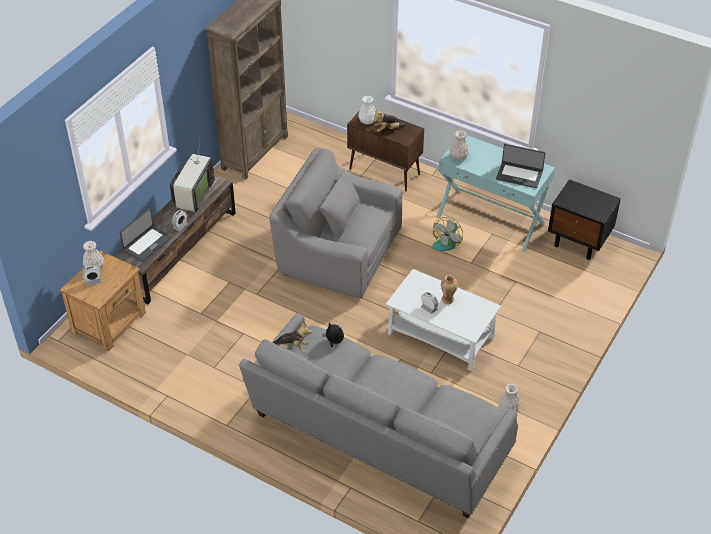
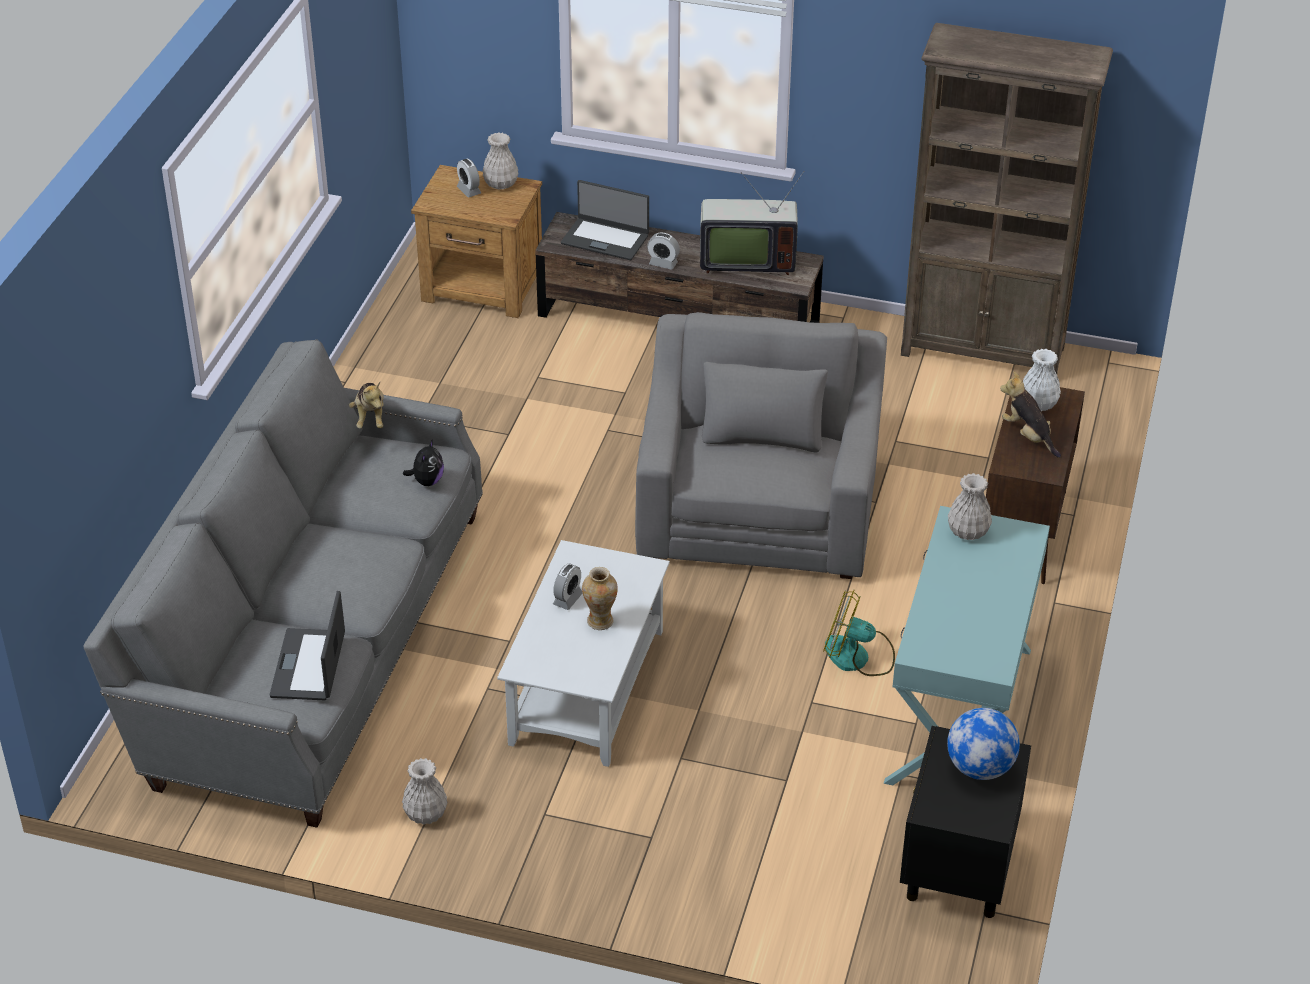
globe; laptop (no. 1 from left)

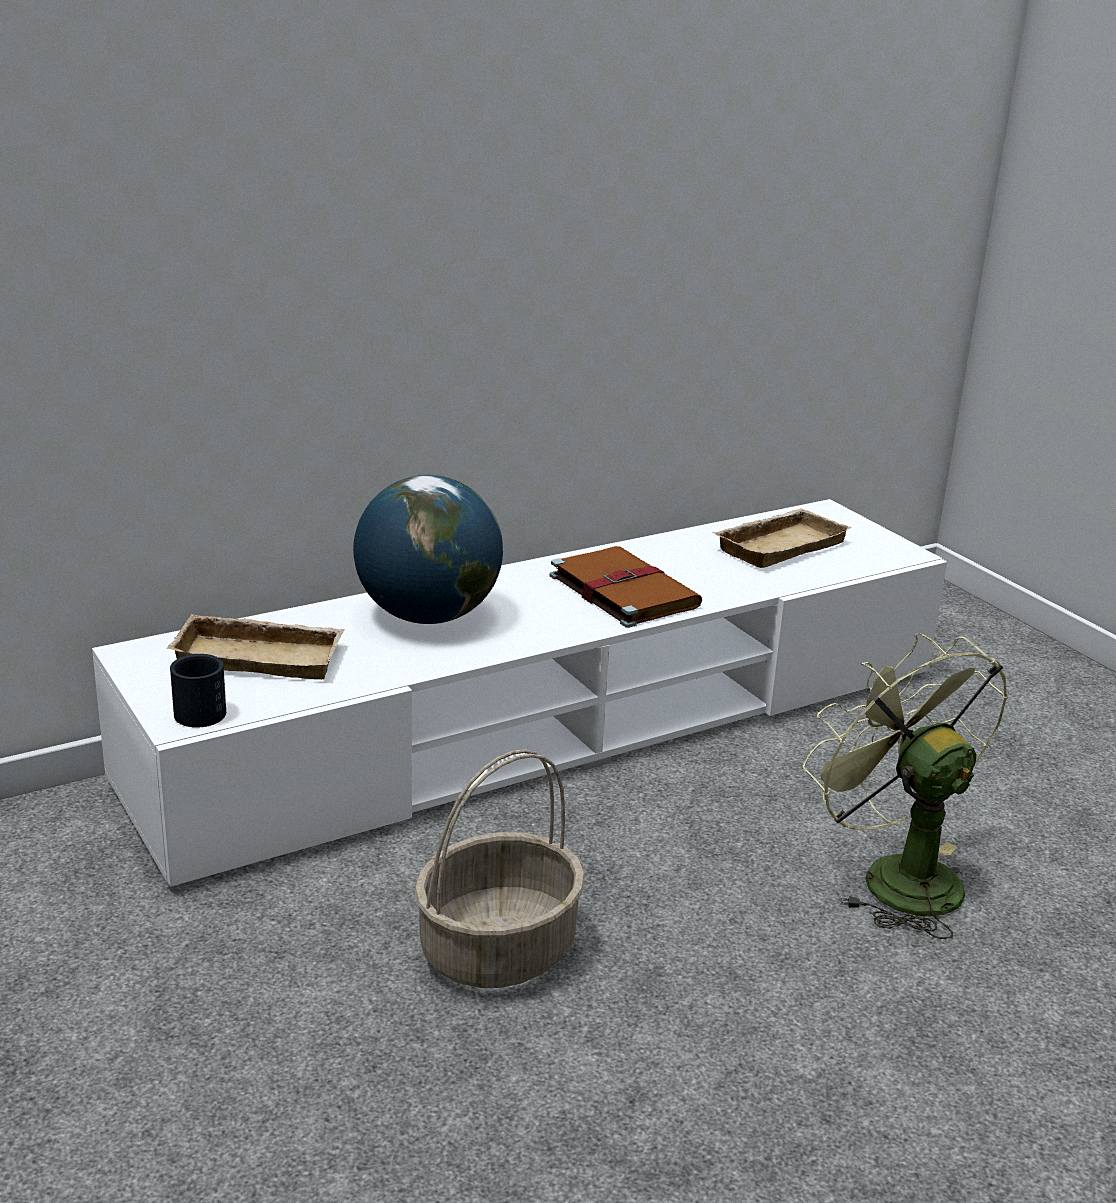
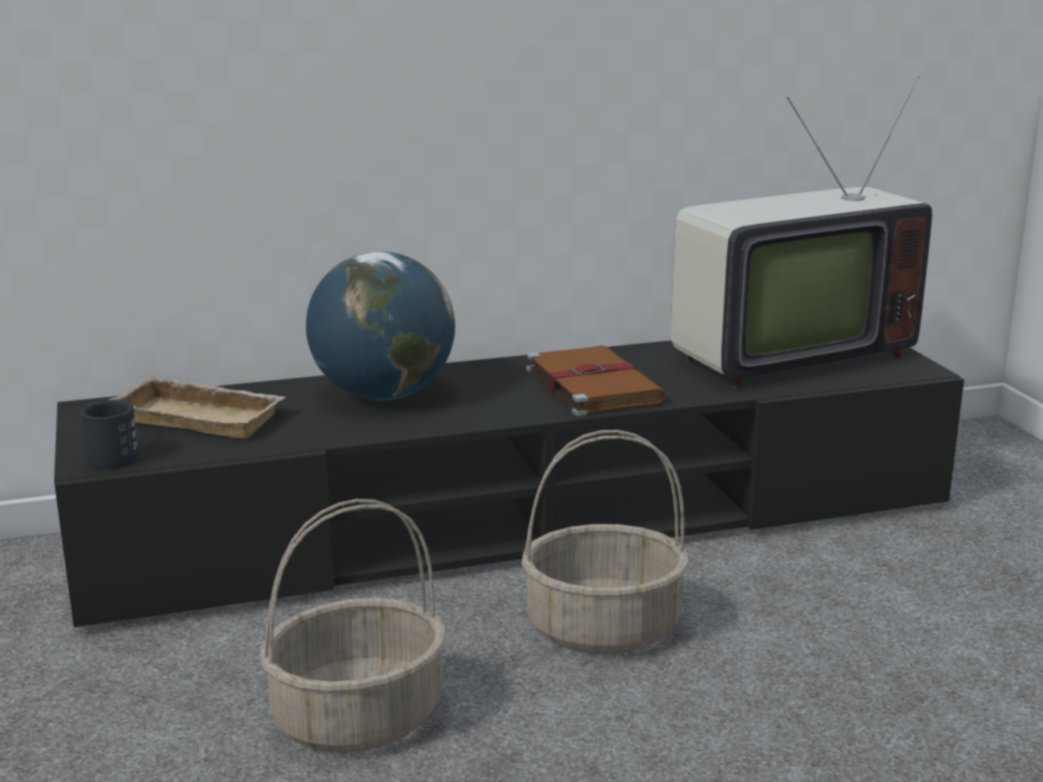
green fan; basket (no. 2 from left); television; black tv stand

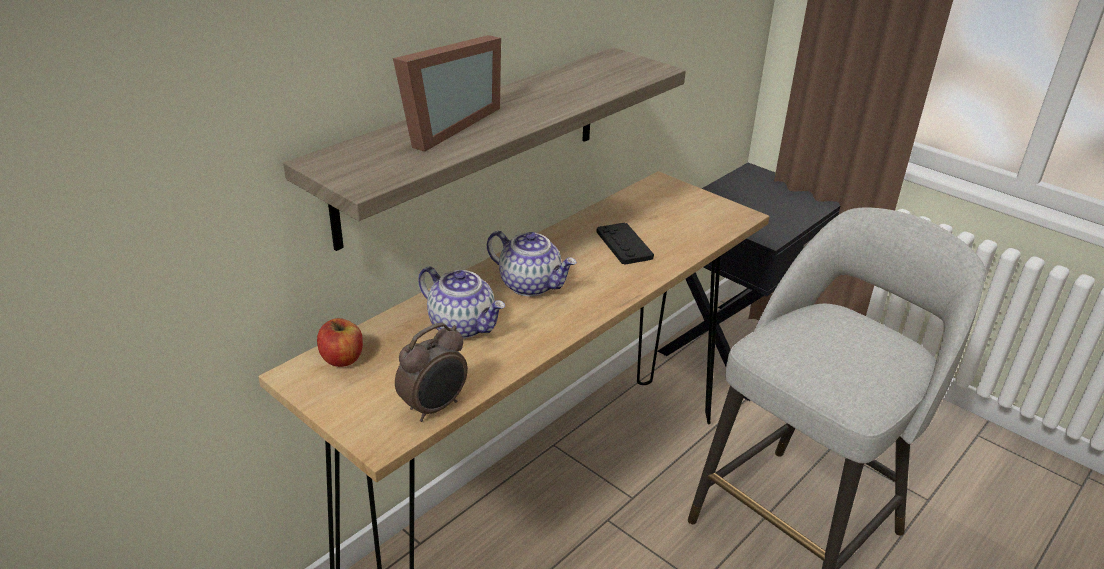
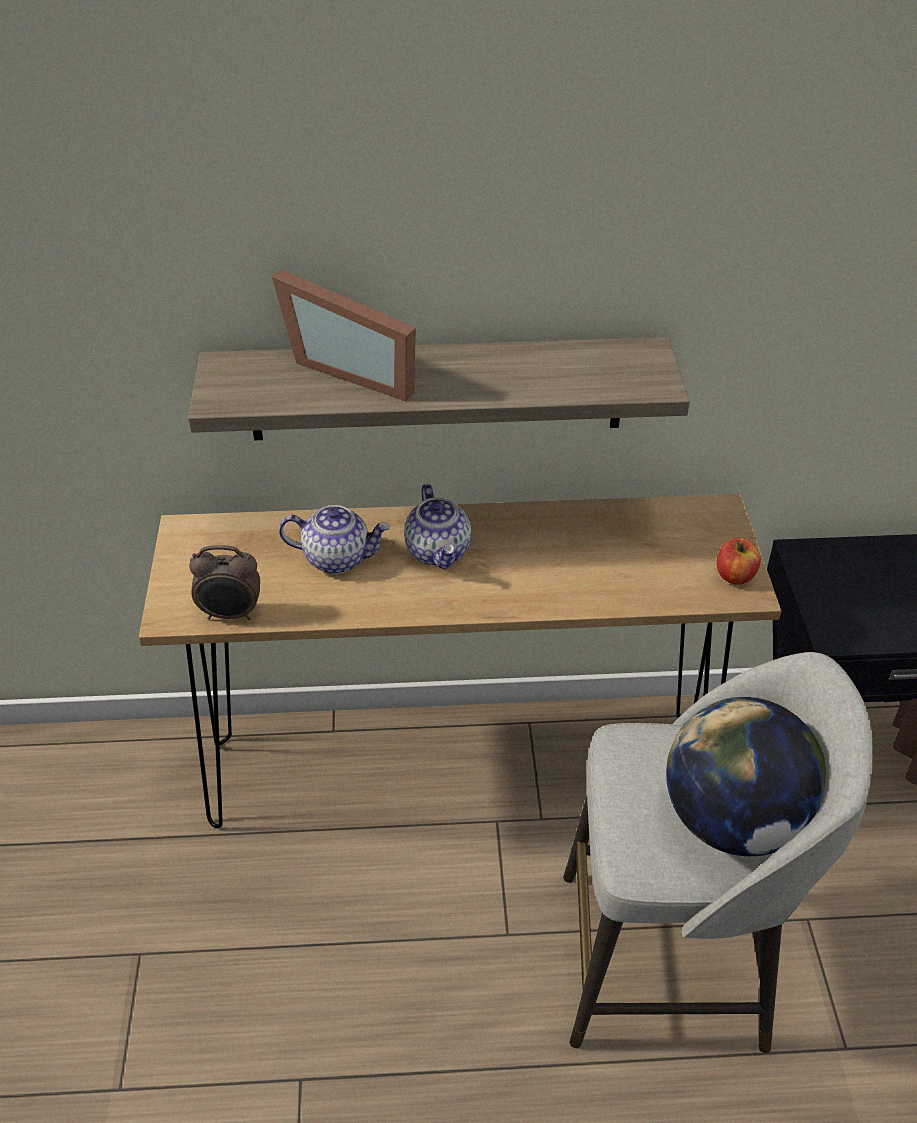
black game controller; globe; apple; picture frame; teapot (no. 1 from left)

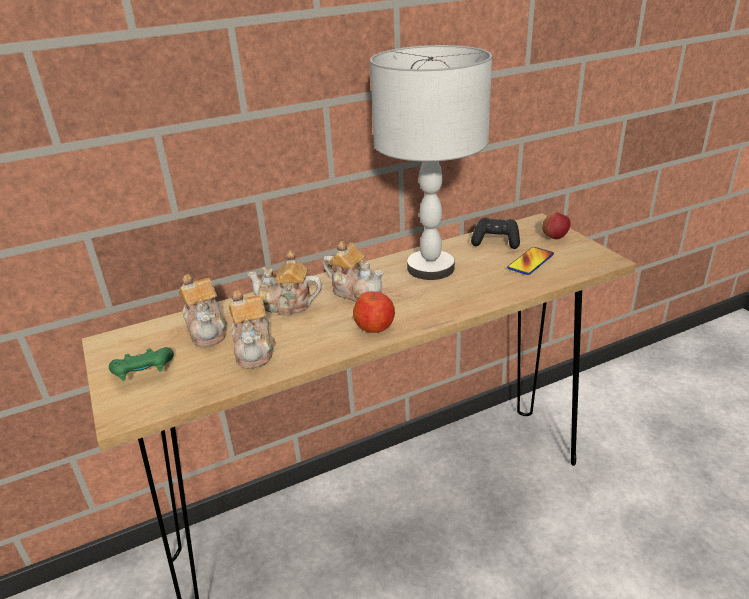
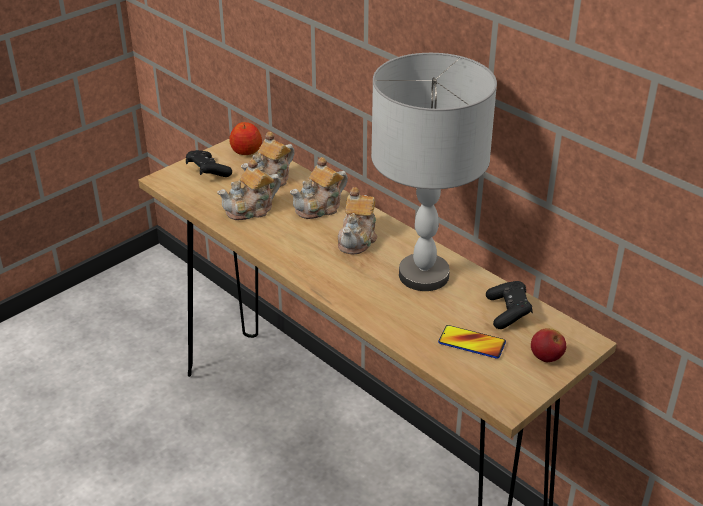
apple (no. 1 from left); black game controller (no. 1 from left); teapot (no. 3 from left)

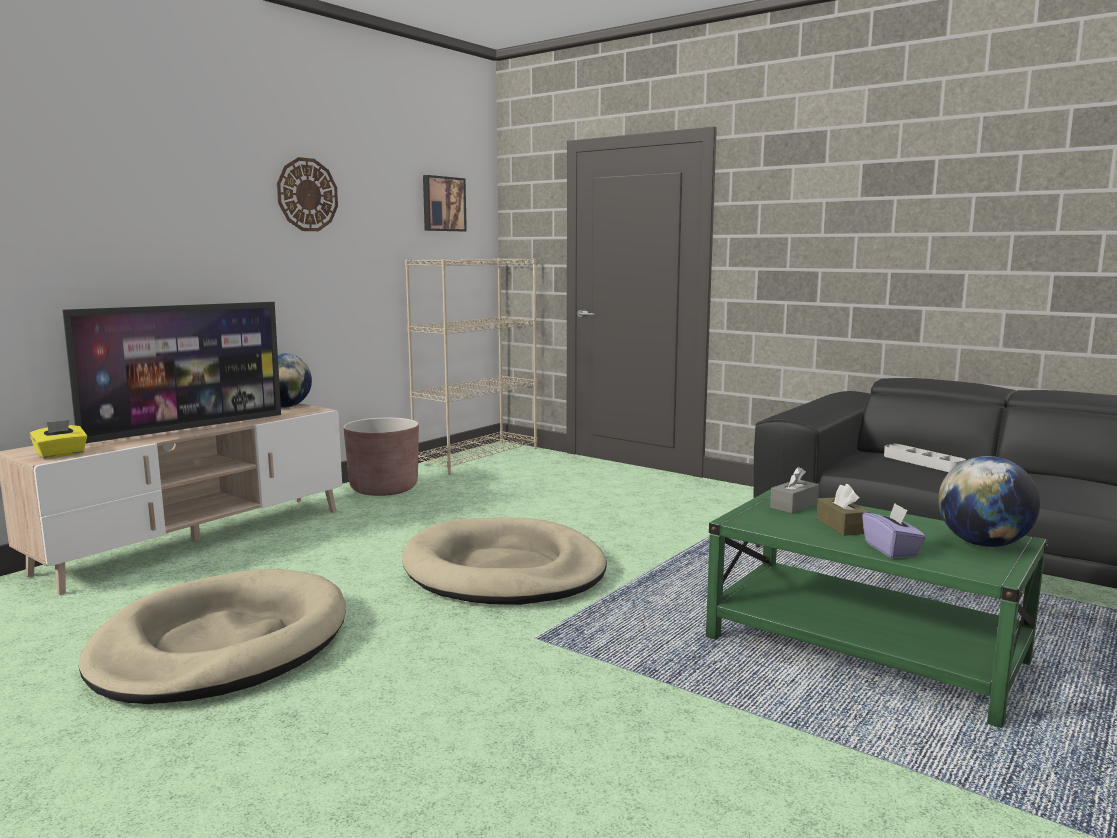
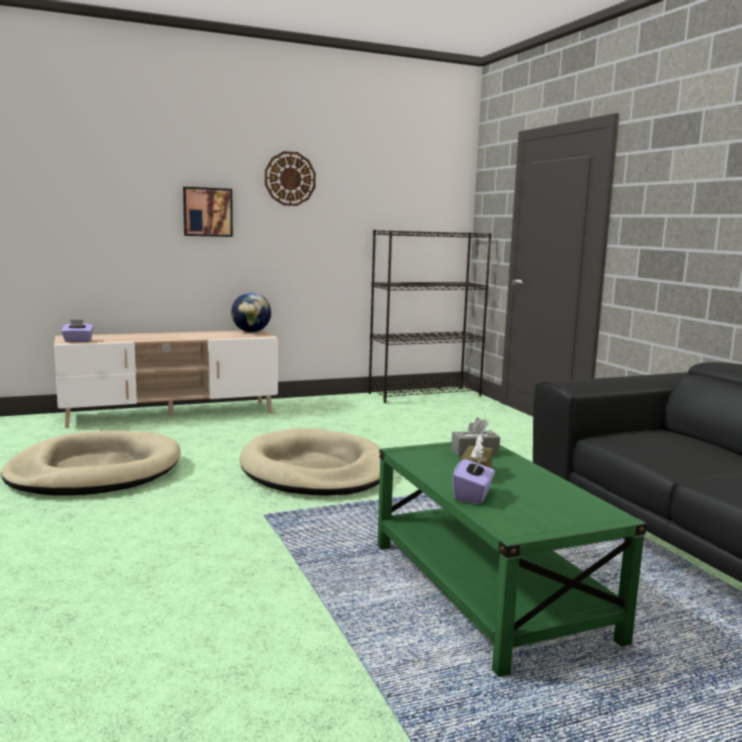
television; brown planter; grey tray; globe (no. 2 from left in the first image); picture; purple tissue box (no. 1 from left); black bookcase

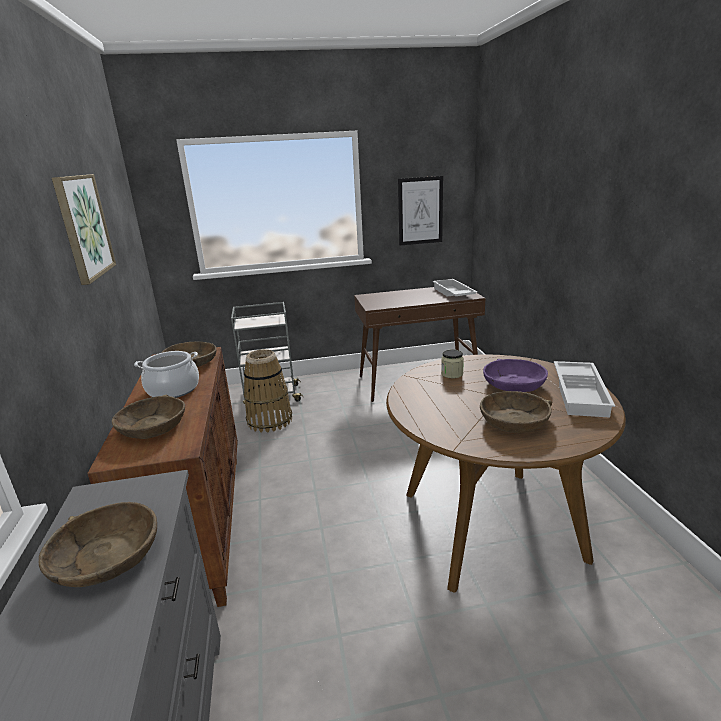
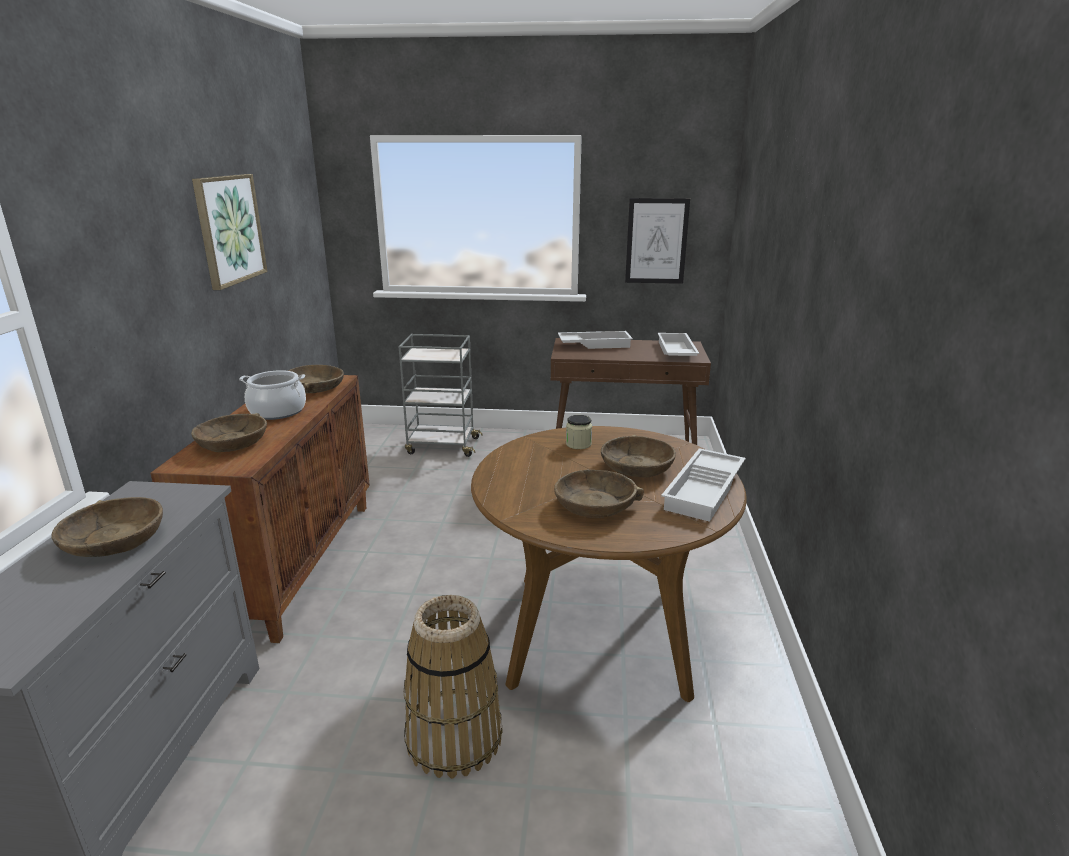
white tray (no. 1 from left); basket; brown bowl (no. 5 from left)

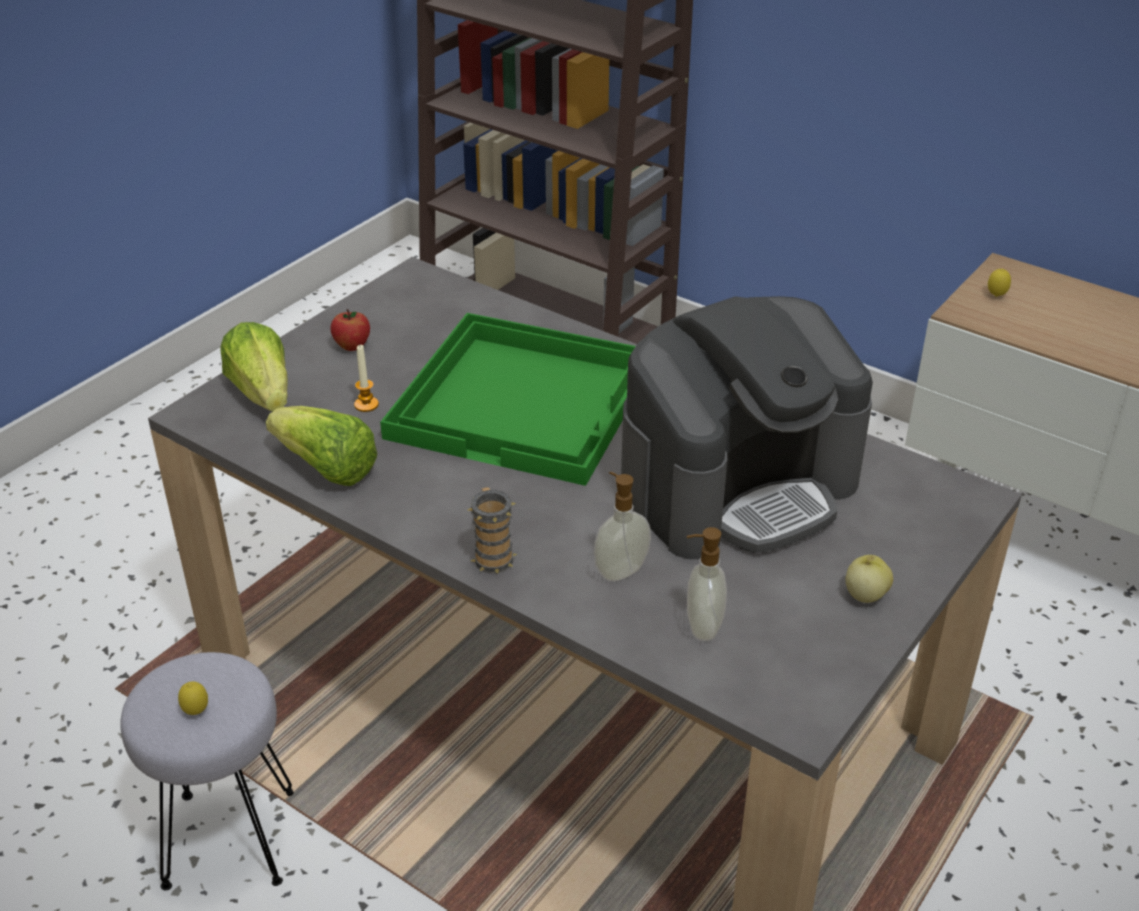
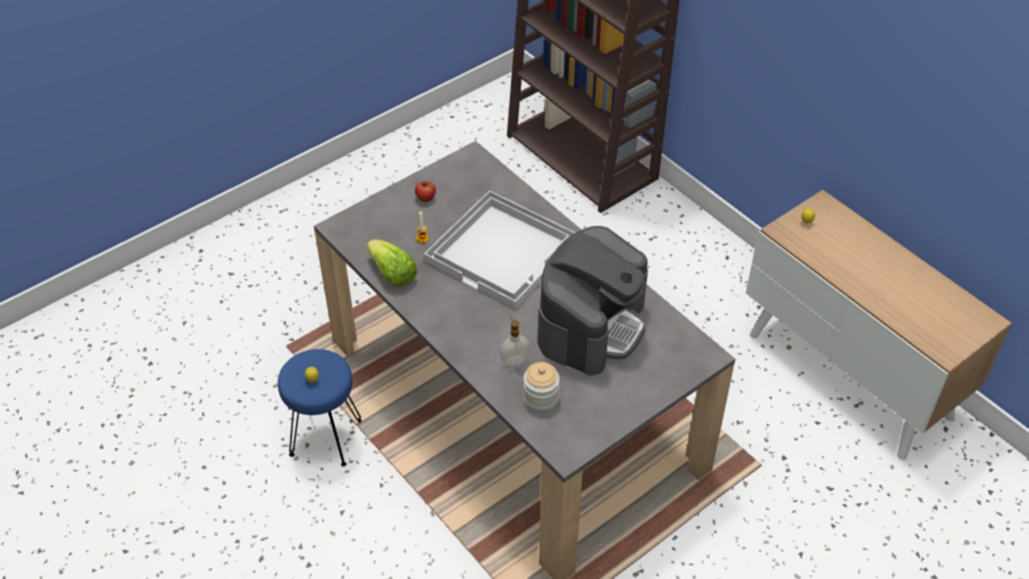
lettuce (no. 1 from left in the first image); mug; apple (no. 2 from left in the first image); jar; blue stool; white tray; coffee machine

